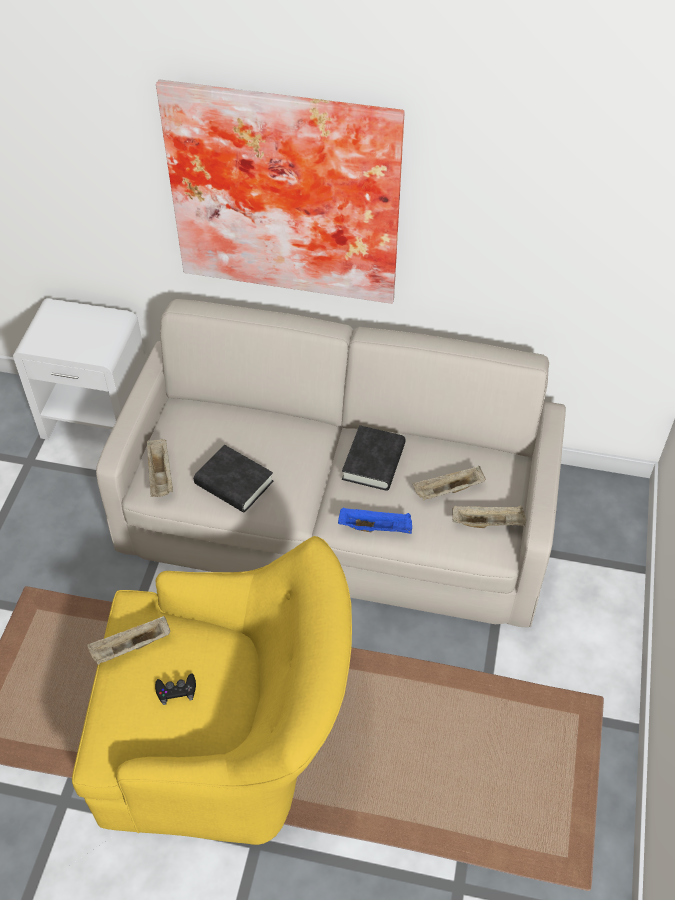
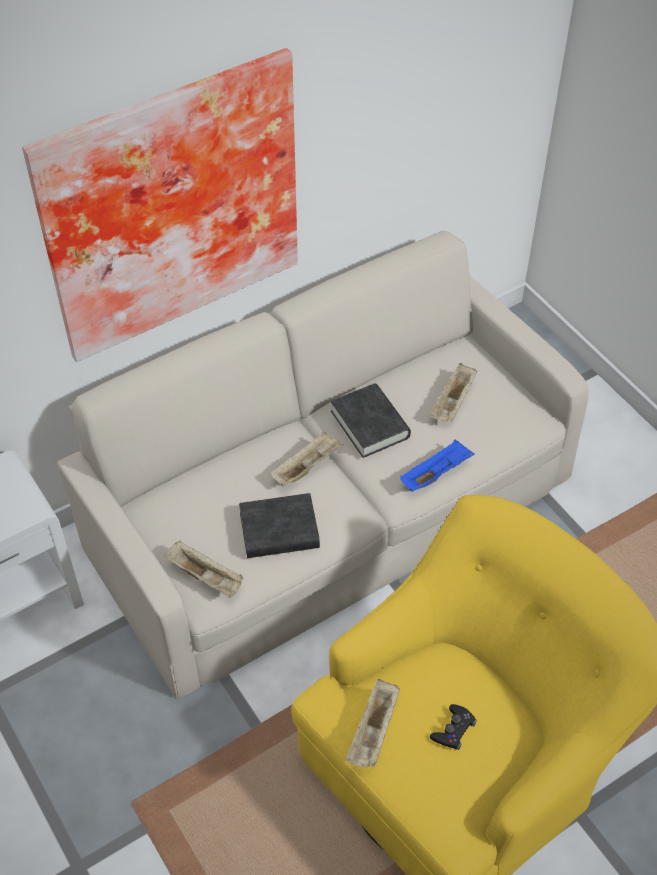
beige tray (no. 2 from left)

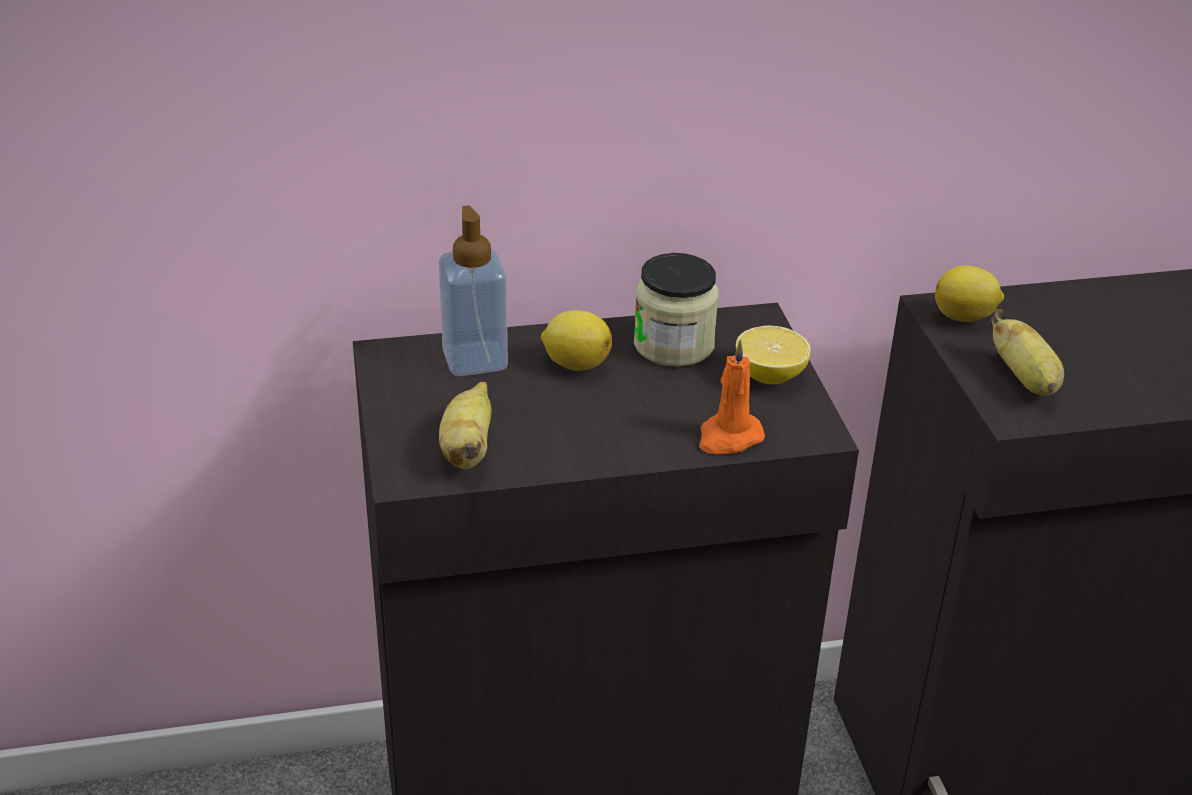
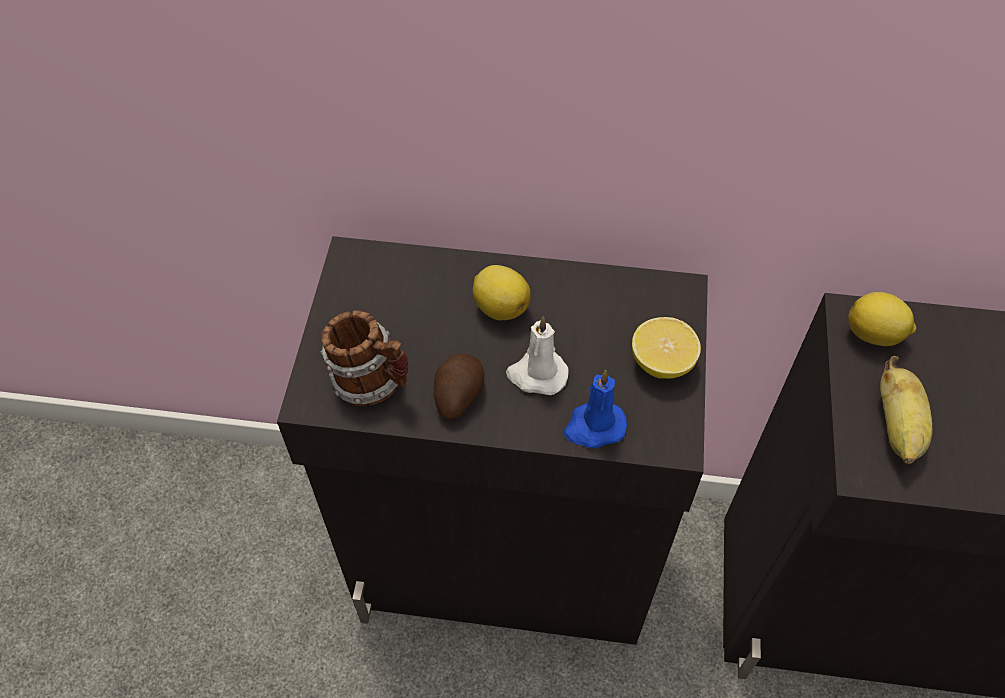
soap dispenser; jar; potato; white candle; mug; blue candle

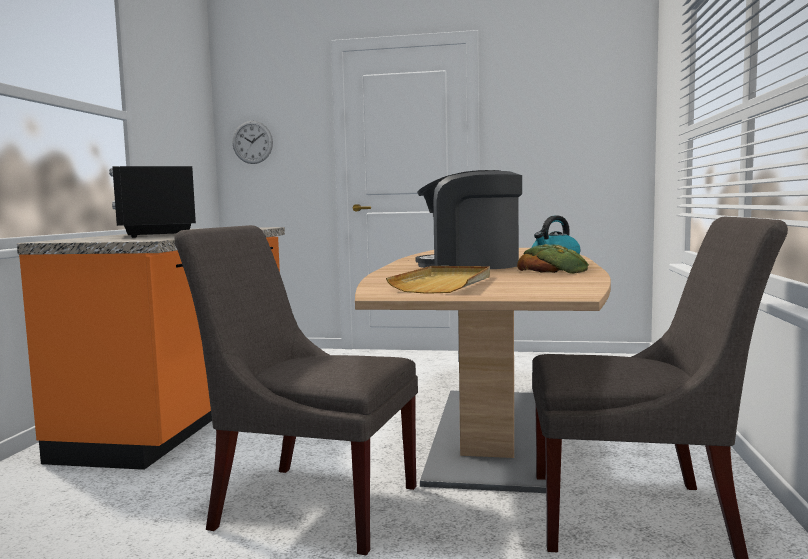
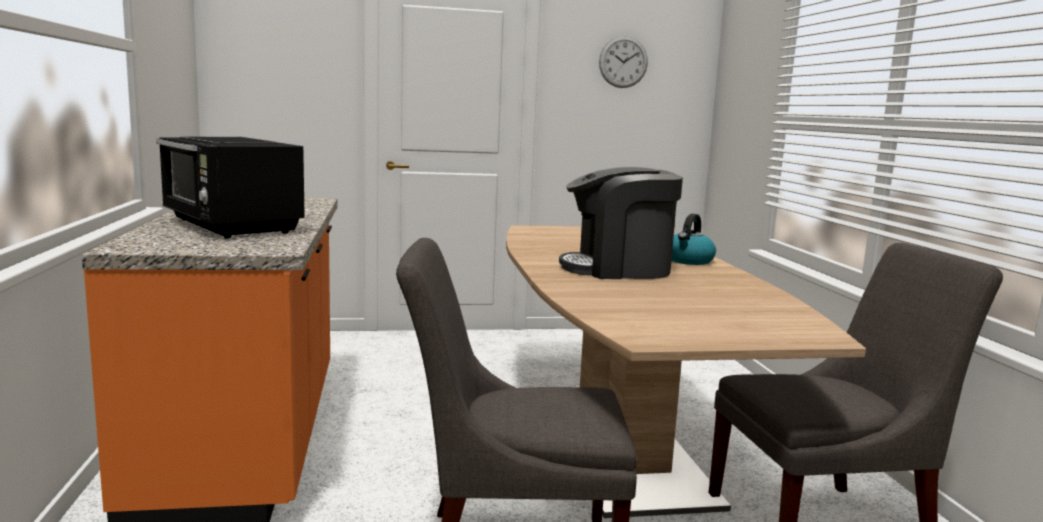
beige tray; bread; wall clock

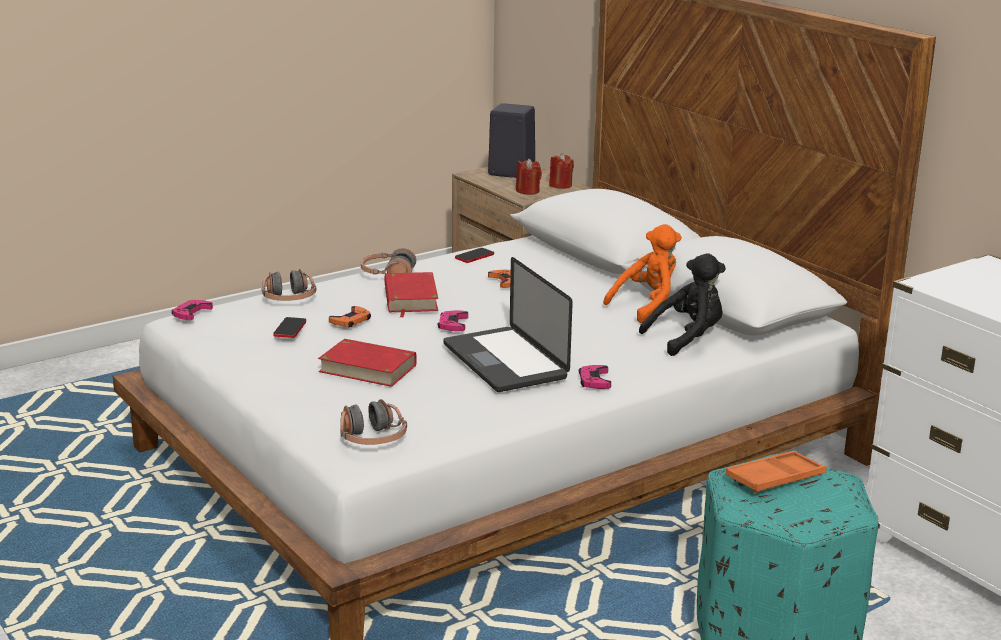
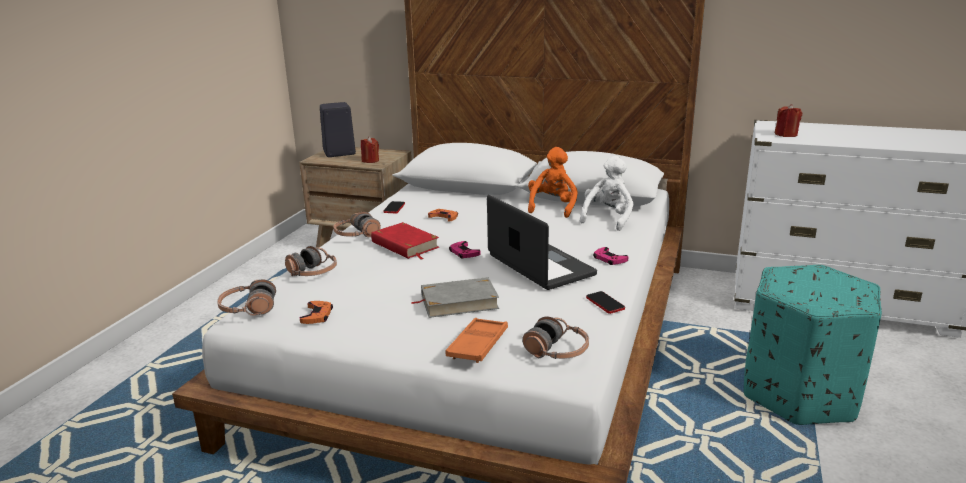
phone (no. 2 from left); orange game controller (no. 1 from left); red candle (no. 2 from left); orange tray; headphones (no. 1 from left); grey book; white plush toy; laptop

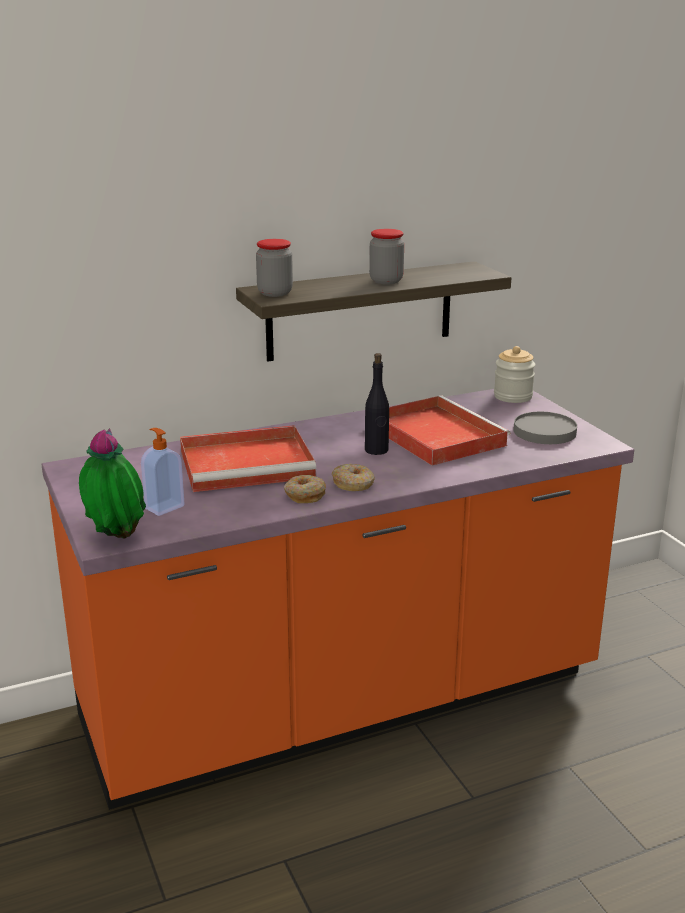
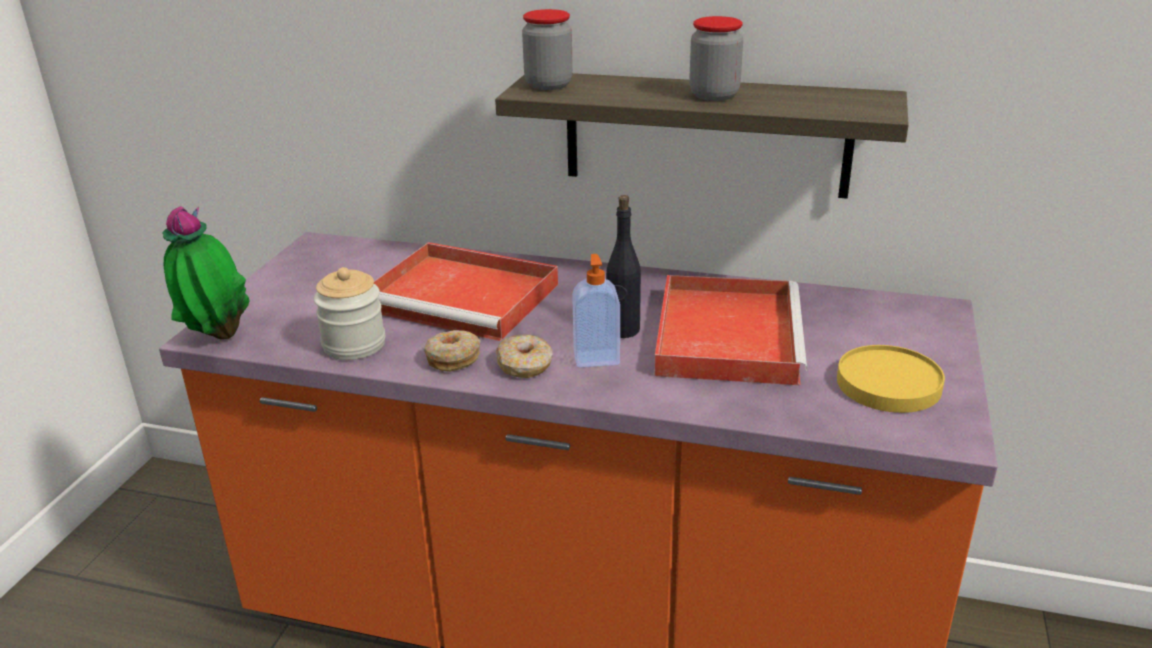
soap dispenser; jar (no. 1 from left); yellow plate

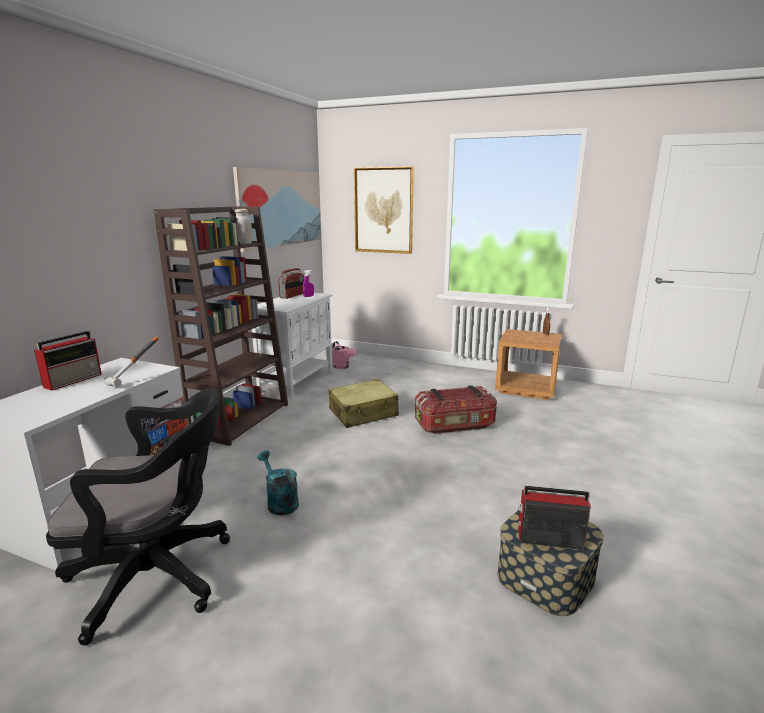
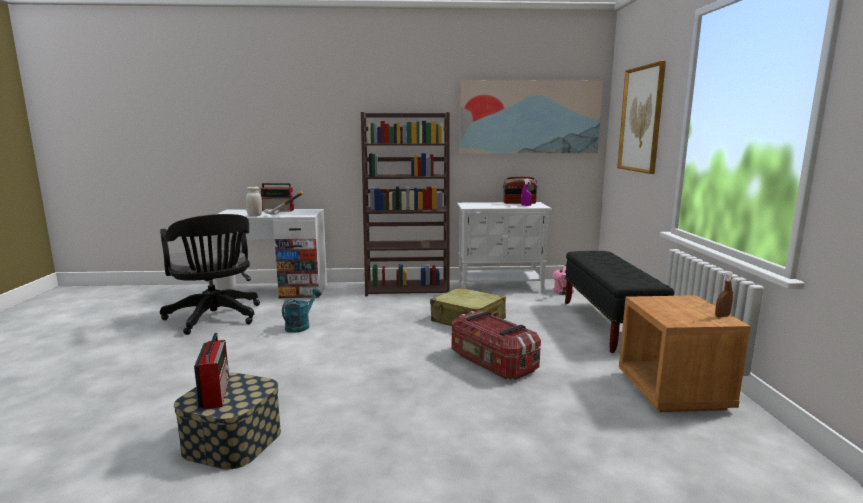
black bench; white jar

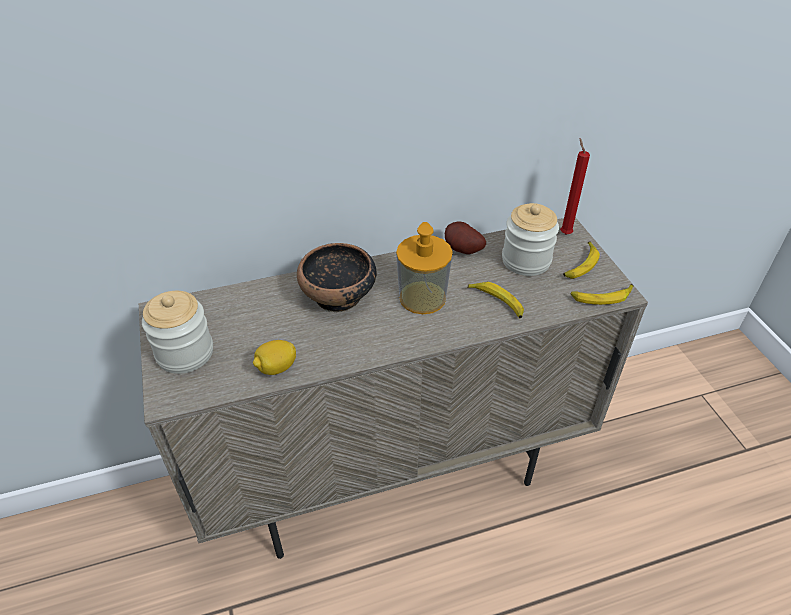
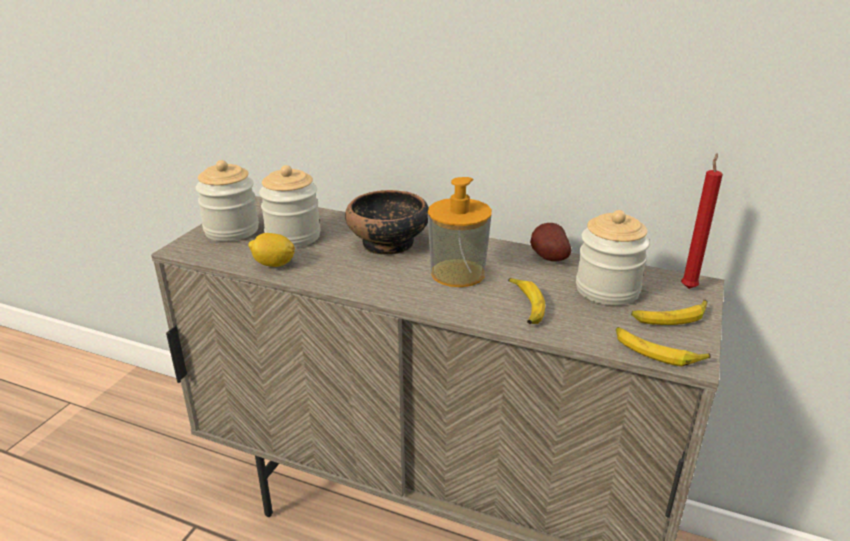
jar (no. 2 from left)

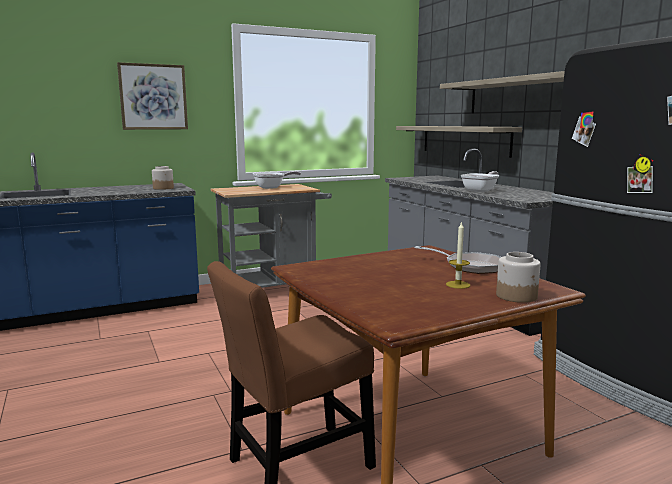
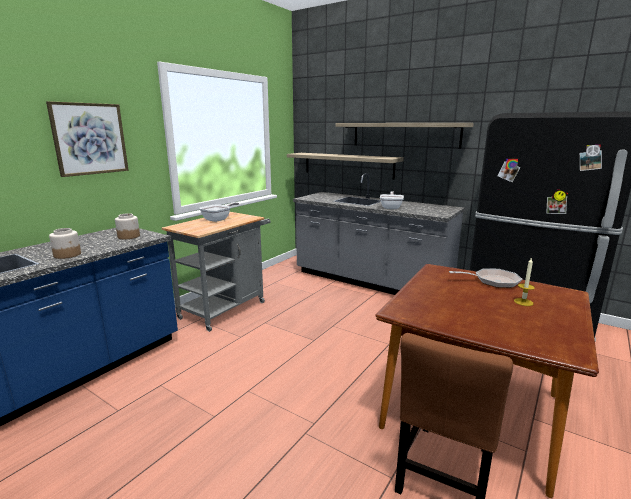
jar (no. 1 from left)

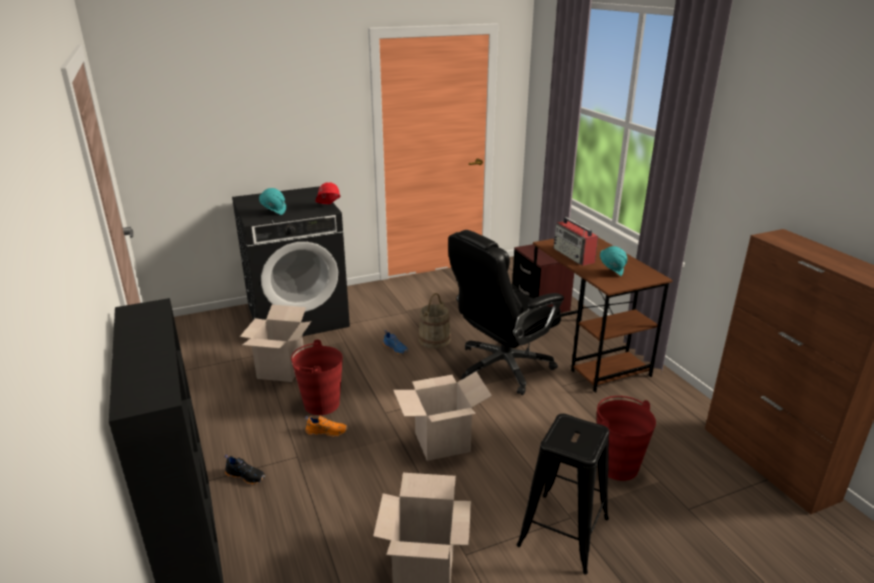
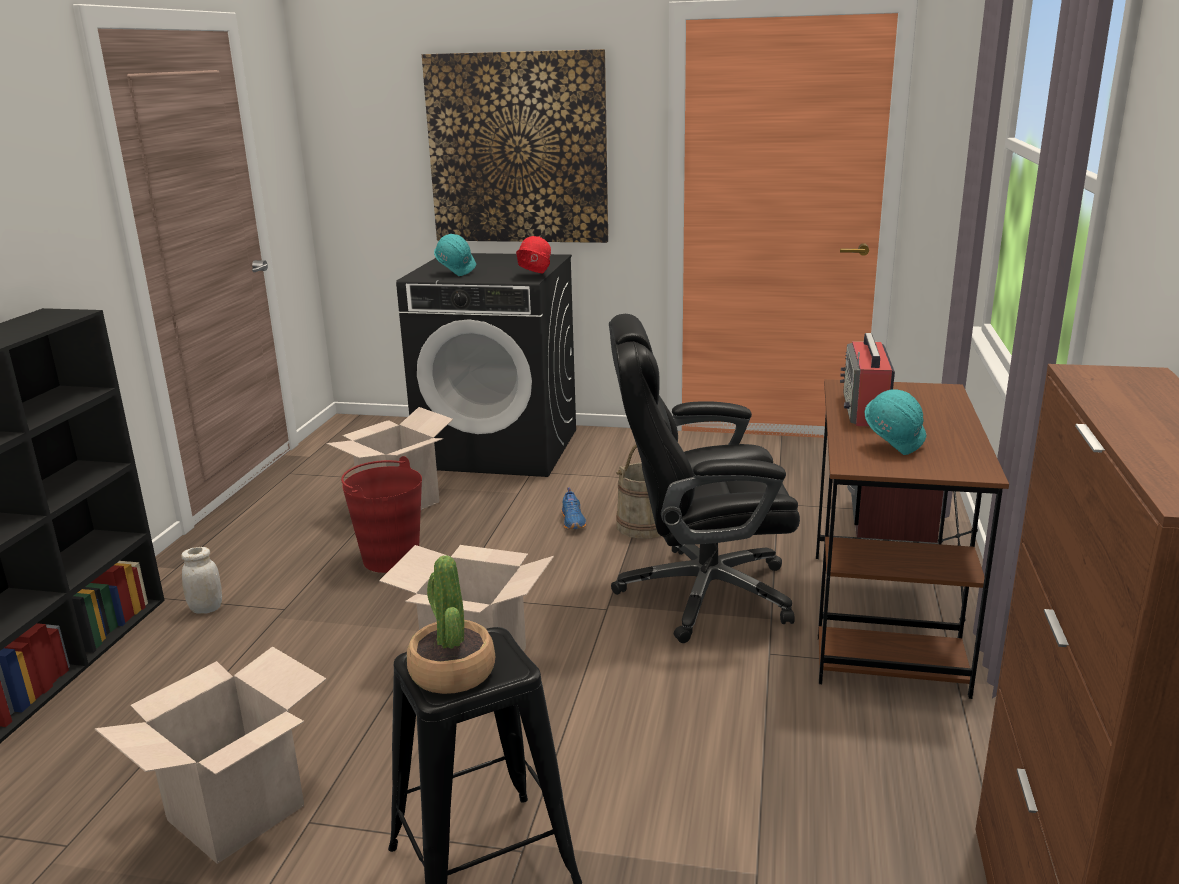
orange shoe; red bucket (no. 2 from left in the first image); potted plant; picture; white jar

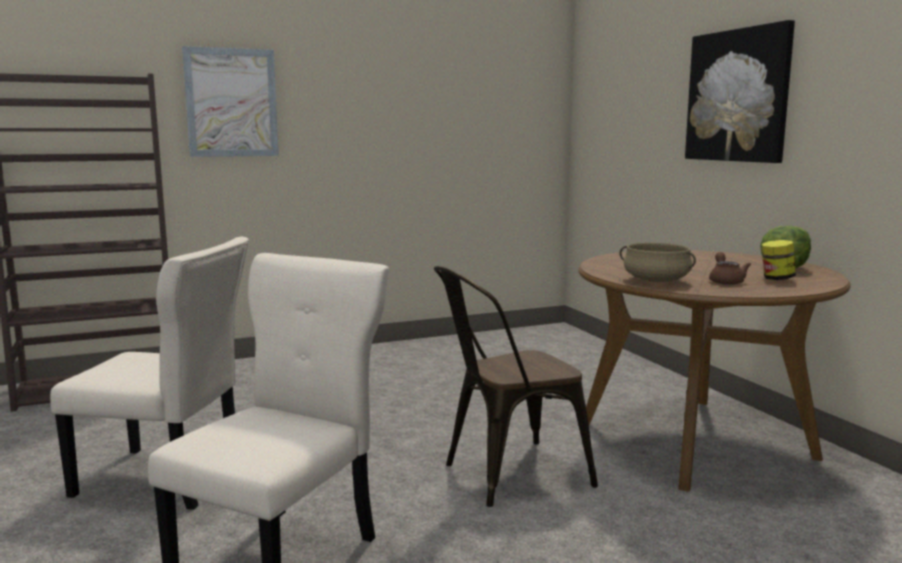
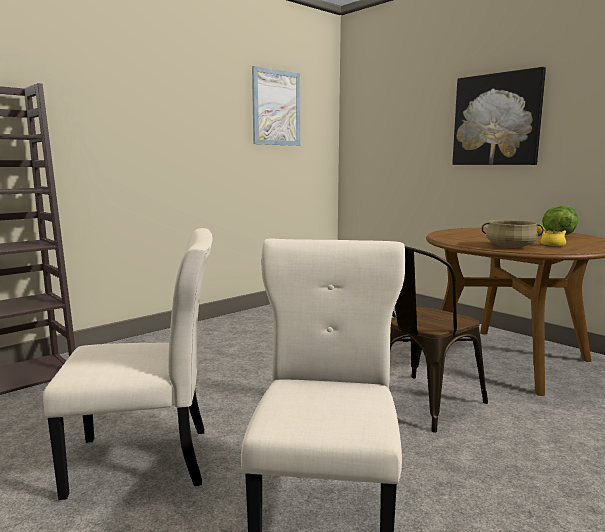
jar; picture (no. 1 from left); yellow teapot

